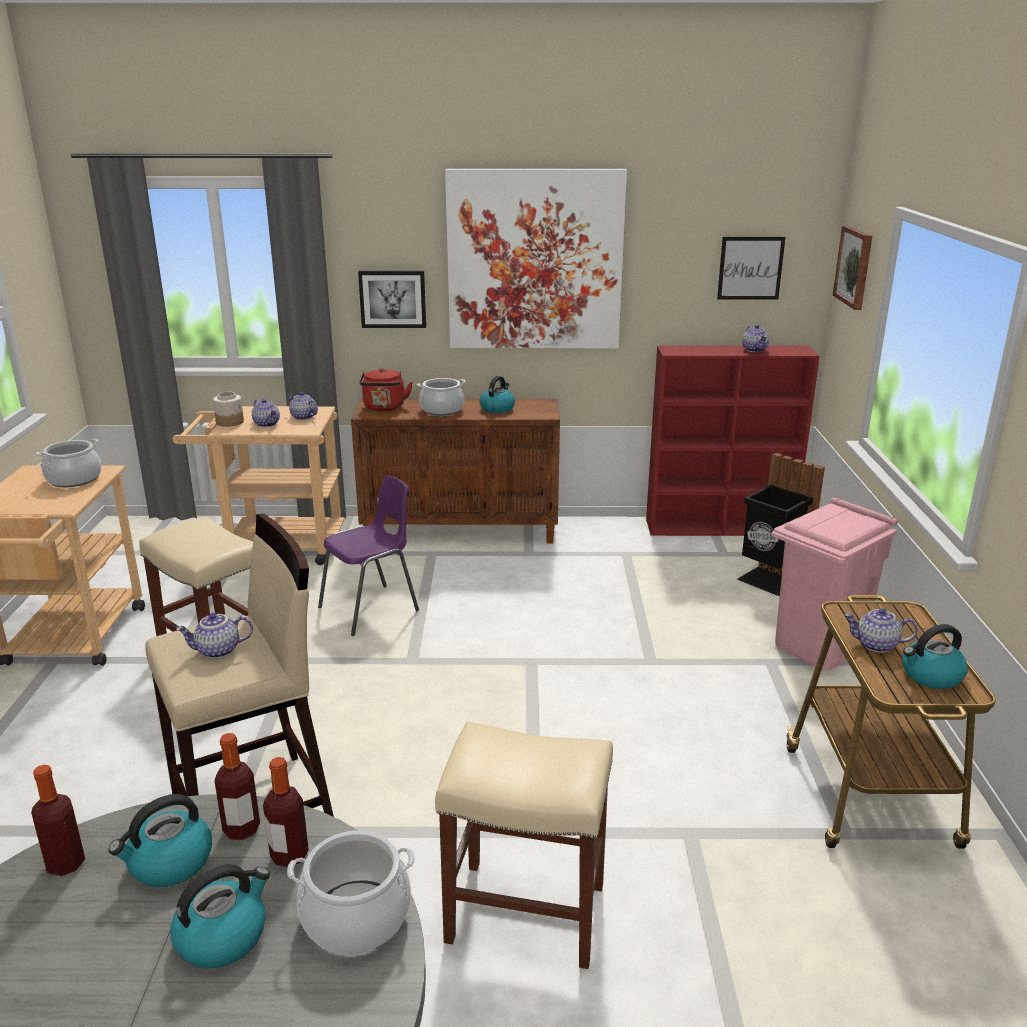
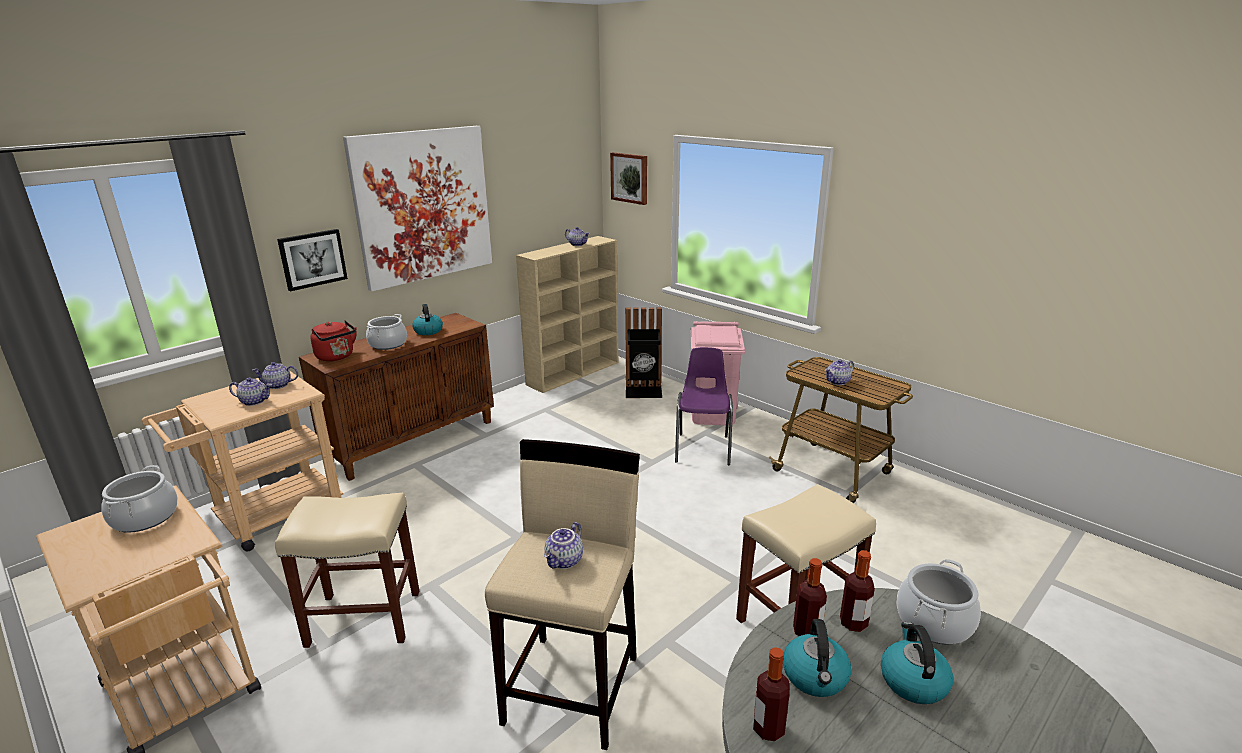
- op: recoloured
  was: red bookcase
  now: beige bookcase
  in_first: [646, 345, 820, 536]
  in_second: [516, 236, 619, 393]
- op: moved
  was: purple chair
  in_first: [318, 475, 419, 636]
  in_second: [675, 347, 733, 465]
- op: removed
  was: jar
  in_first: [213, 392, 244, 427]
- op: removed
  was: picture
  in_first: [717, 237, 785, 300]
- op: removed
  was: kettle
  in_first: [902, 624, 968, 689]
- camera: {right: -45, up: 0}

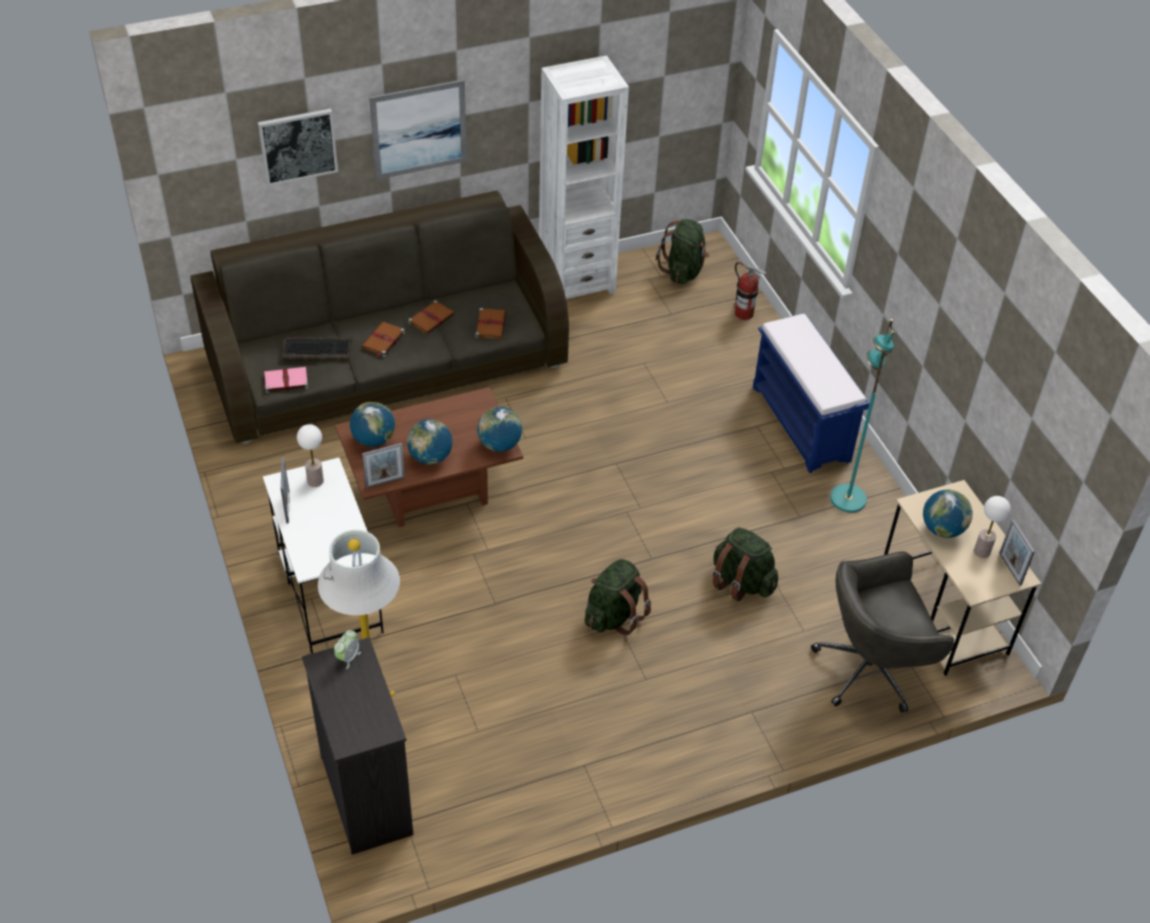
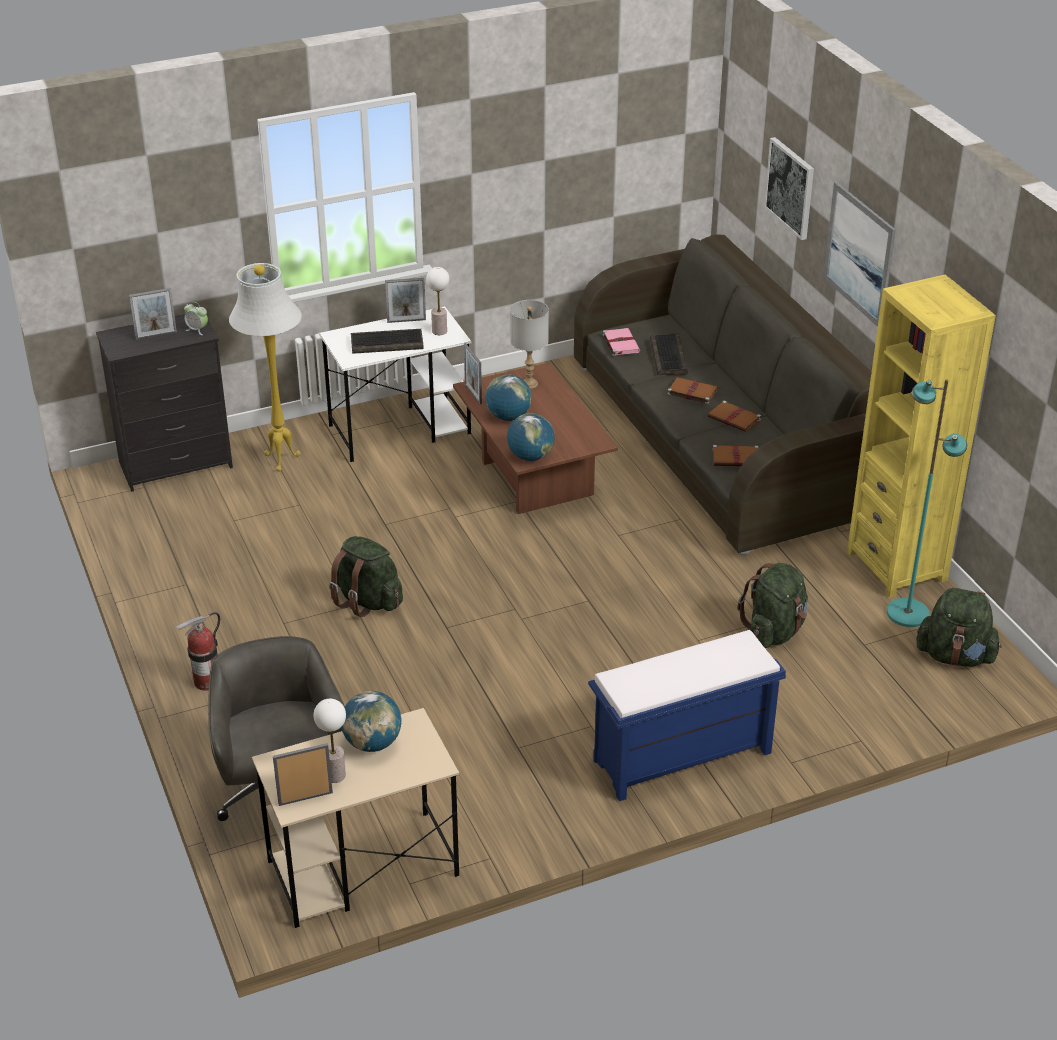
- op: added
  now: picture frame
  in_second: [129, 288, 177, 340]
- op: moved
  was: fire extinguisher
  in_first: [734, 262, 767, 320]
  in_second: [176, 612, 220, 691]
- op: added
  now: keyboard
  in_second: [351, 329, 424, 354]
- op: replaced
  was: globe
  now: grey table lamp
  in_first: [350, 402, 395, 447]
  in_second: [510, 300, 549, 389]
- op: moved
  was: green backpack
  in_first: [712, 527, 778, 601]
  in_second: [737, 563, 808, 648]
- op: recoloured
  was: white bookcase
  now: yellow bookcase
  in_first: [539, 56, 629, 299]
  in_second: [847, 275, 996, 598]
- op: moved
  was: turquoise floor lamp
  in_first: [830, 319, 895, 513]
  in_second: [887, 379, 967, 627]
- camera: {right: 90, up: -10}

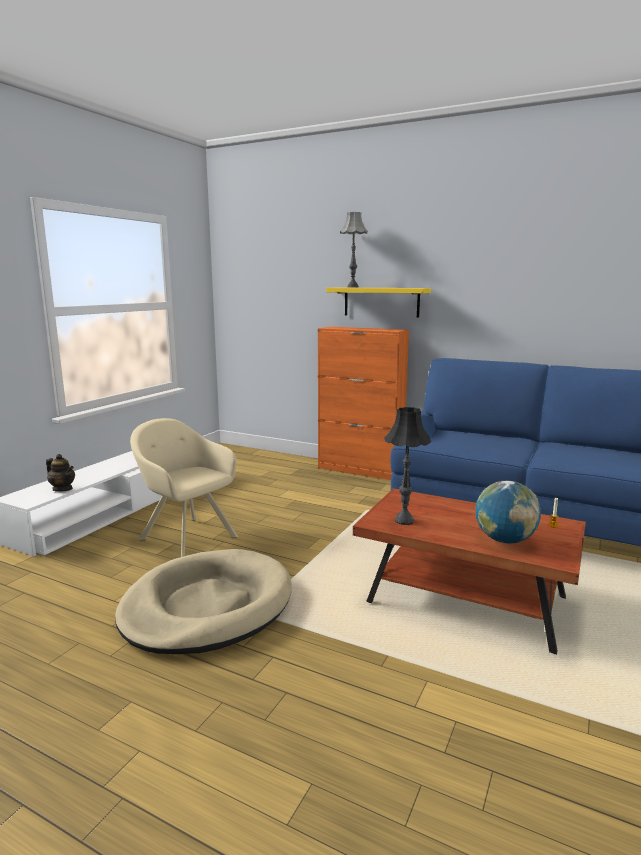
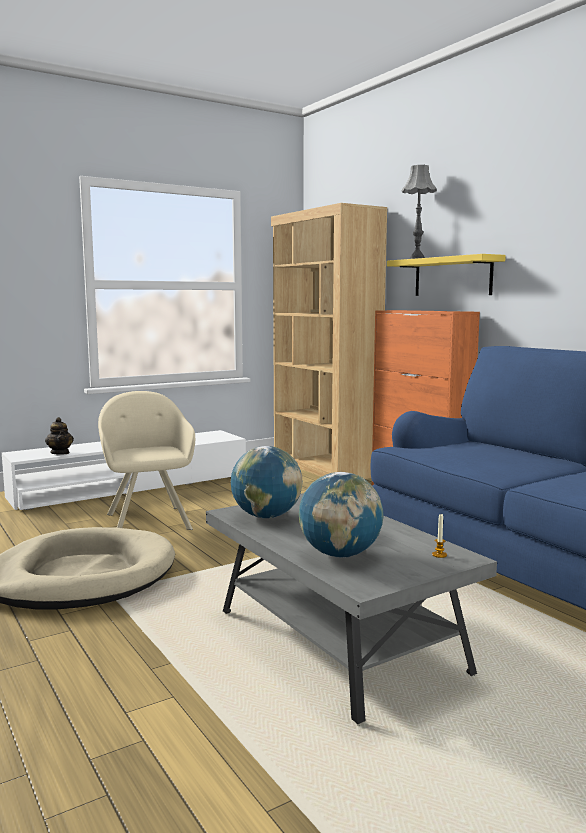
- op: recoloured
  was: brown coffee table
  now: grey coffee table
  in_first: [353, 488, 586, 654]
  in_second: [206, 493, 497, 724]
- op: replaced
  was: black table lamp
  now: globe
  in_first: [384, 407, 431, 525]
  in_second: [231, 446, 302, 518]
- op: added
  now: brown bookcase
  in_second: [271, 203, 387, 479]
- camera: {right: 30, up: -5}

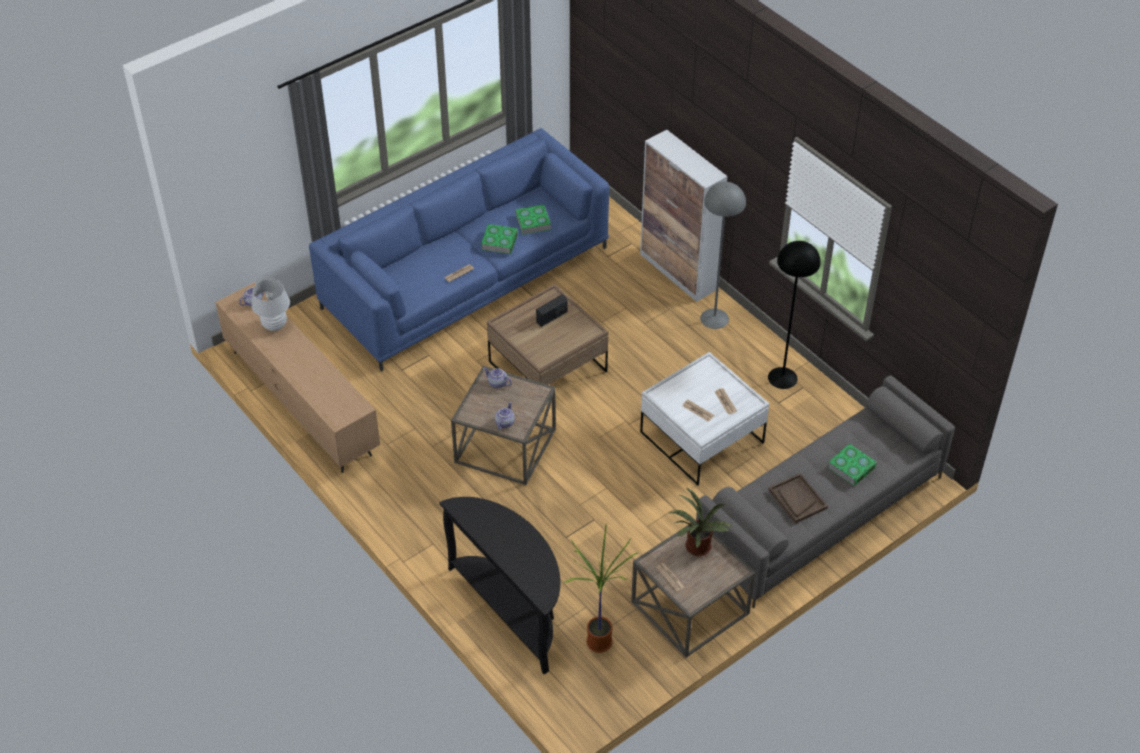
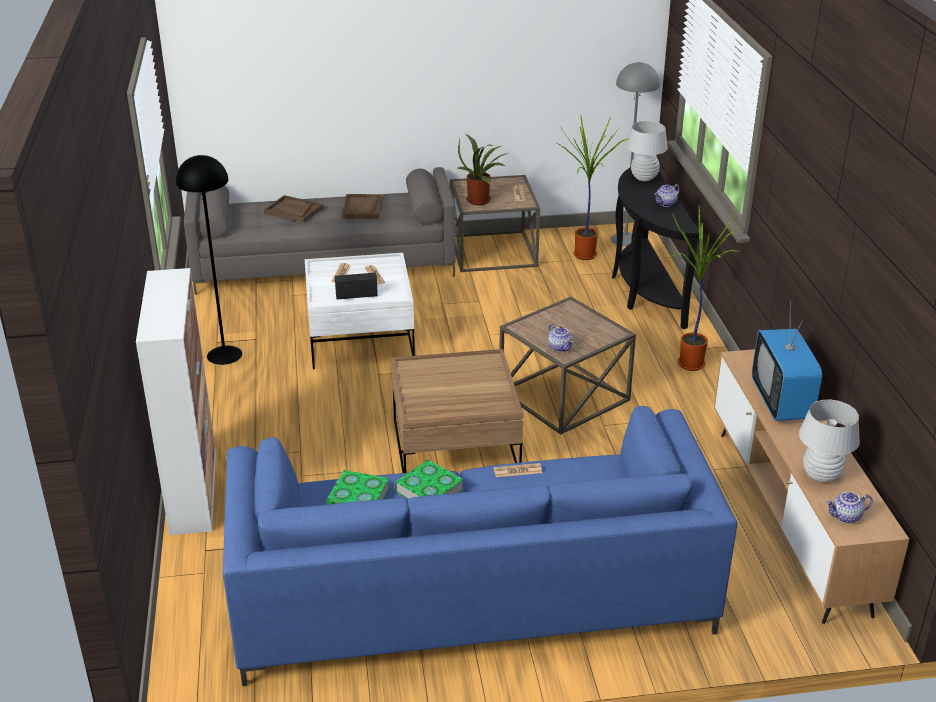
- op: replaced
  was: book
  now: brown tray
  in_first: [828, 444, 877, 486]
  in_second: [264, 195, 323, 223]
- op: moved
  was: radio
  in_first: [536, 295, 568, 327]
  in_second: [335, 273, 378, 299]
- op: moved
  was: grey floor lamp
  in_first: [700, 182, 746, 329]
  in_second: [611, 62, 660, 246]
- op: added
  now: white table lamp
  in_second: [626, 121, 668, 181]
- op: moved
  was: teapot
  in_first: [495, 402, 515, 430]
  in_second: [654, 184, 680, 207]
- op: added
  now: potted plant
  in_second: [670, 206, 739, 371]
- op: added
  now: television
  in_second: [752, 301, 822, 421]
- camera: {right: -150, up: -15}

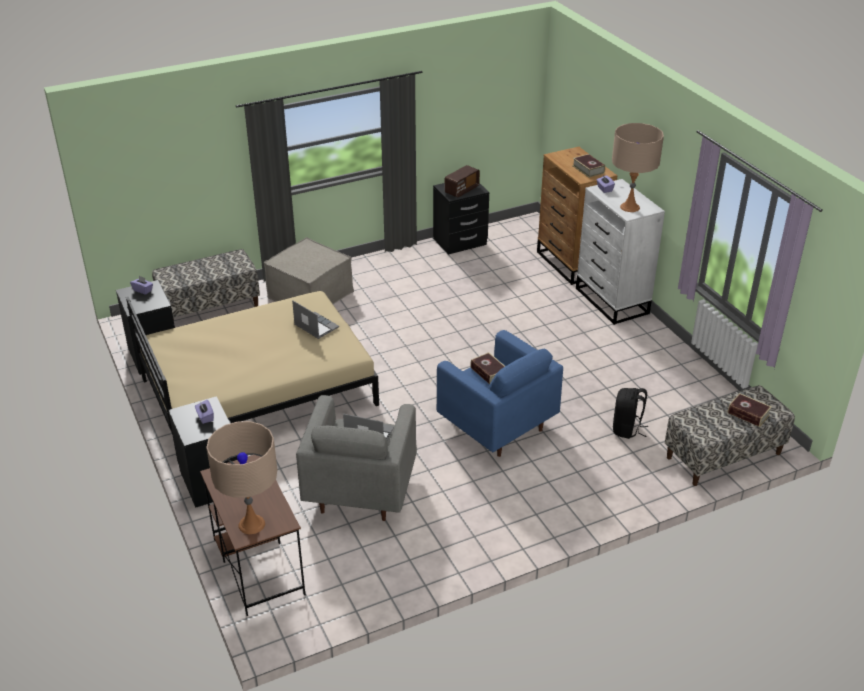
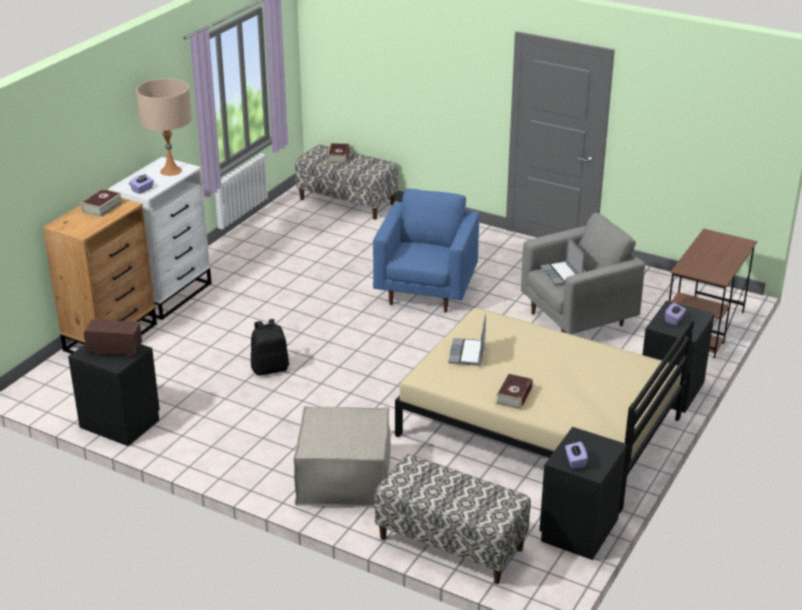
- op: moved
  was: black backpack
  in_first: [613, 388, 648, 439]
  in_second: [251, 319, 289, 376]
- op: moved
  was: book
  in_first: [471, 352, 505, 384]
  in_second: [495, 373, 533, 410]
- op: removed
  was: beige table lamp
  in_first: [206, 421, 277, 534]
- camera: {right: -125, up: -5}

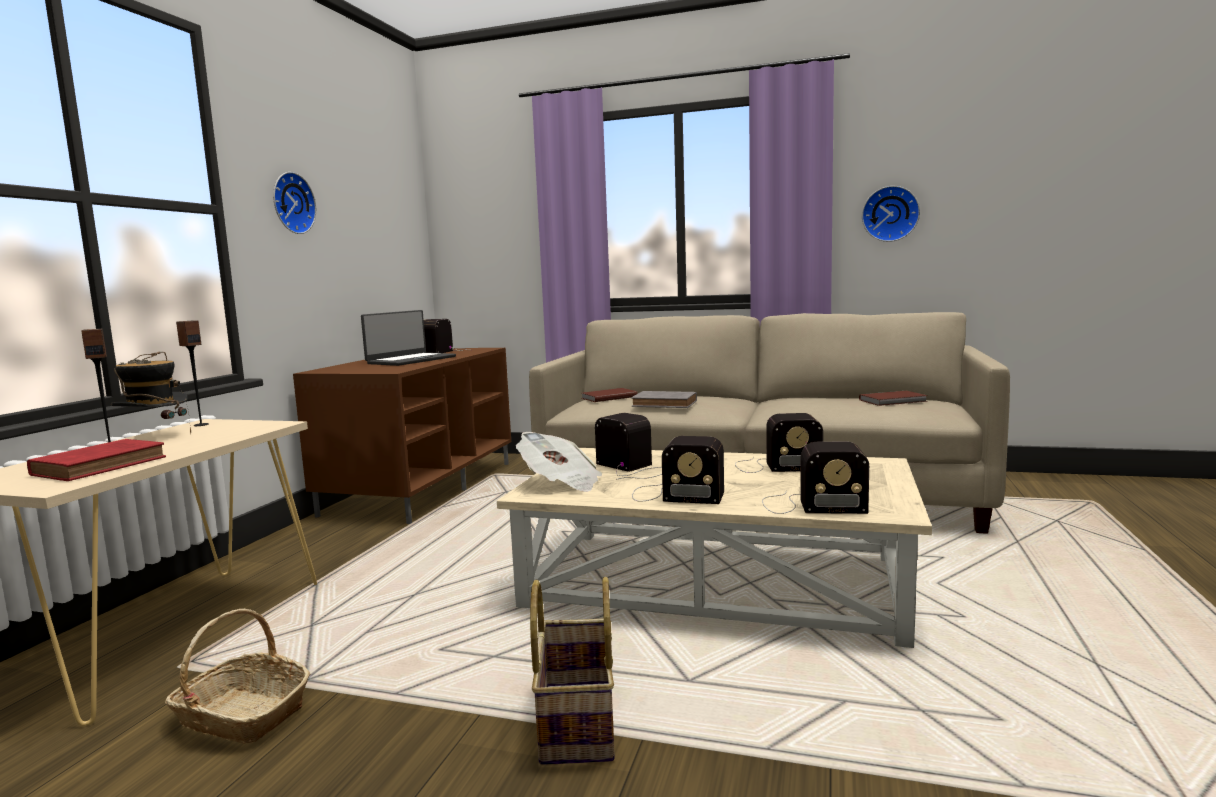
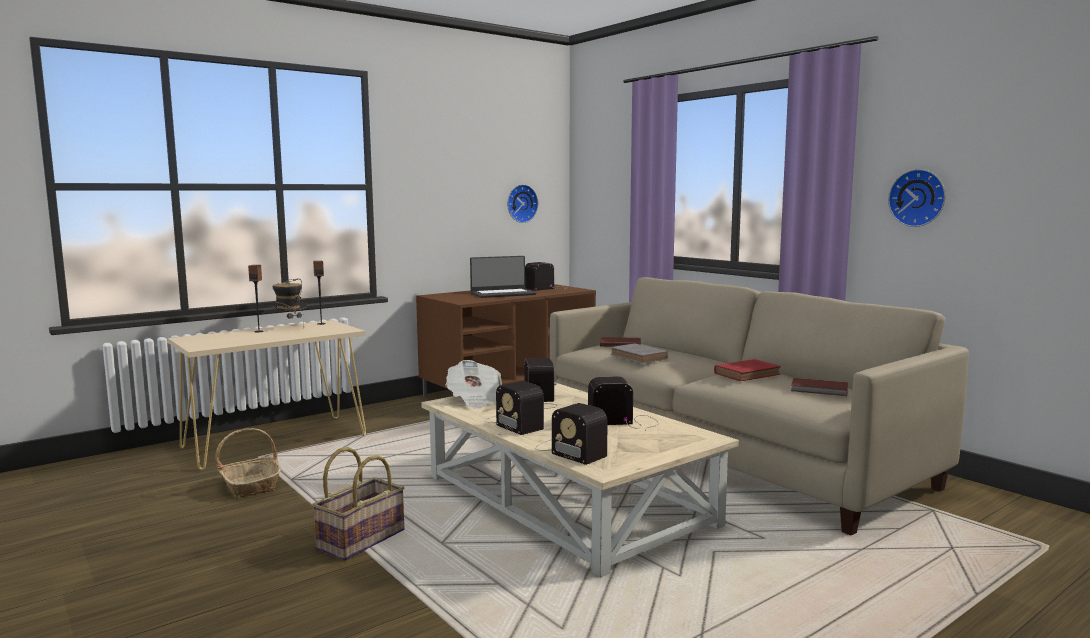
- op: moved
  was: wall clock
  in_first: [273, 172, 316, 234]
  in_second: [507, 184, 538, 223]
- op: turned
  was: radio
  in_first: [735, 413, 823, 473]
  in_second: [588, 376, 659, 431]
  clockwise: 135
- op: moved
  was: red book
  in_first: [27, 439, 166, 481]
  in_second: [714, 359, 781, 381]
- camera: {right: 35, up: 0}

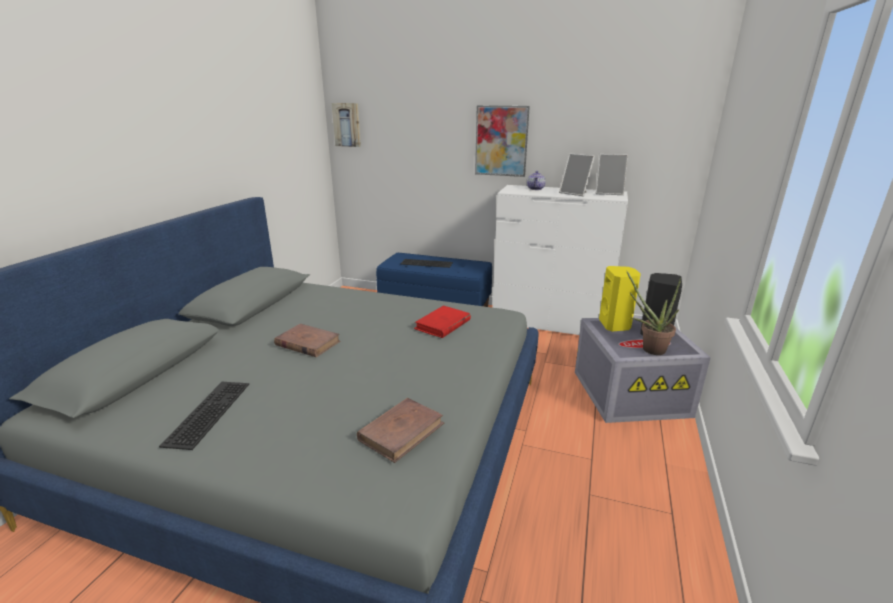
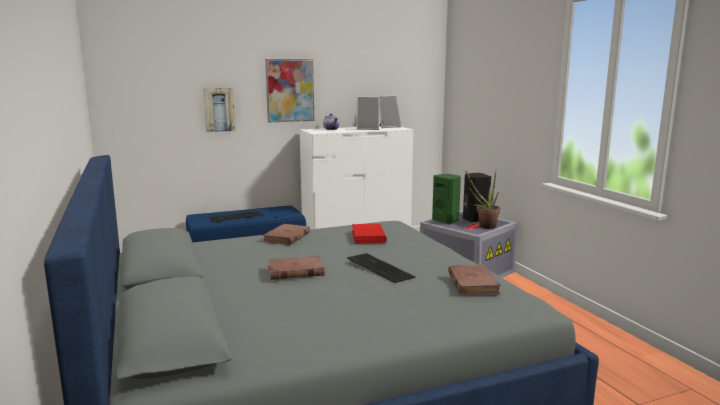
- op: moved
  was: picture
  in_first: [332, 103, 361, 147]
  in_second: [203, 88, 235, 132]
- op: added
  now: brown book
  in_second: [262, 224, 310, 245]
- op: moved
  was: keyboard
  in_first: [159, 382, 249, 450]
  in_second: [347, 253, 415, 283]
- op: recoloured
  was: yellow speaker
  now: green speaker
  in_first: [599, 266, 641, 332]
  in_second: [432, 174, 461, 224]
- camera: {right: -40, up: -10}

